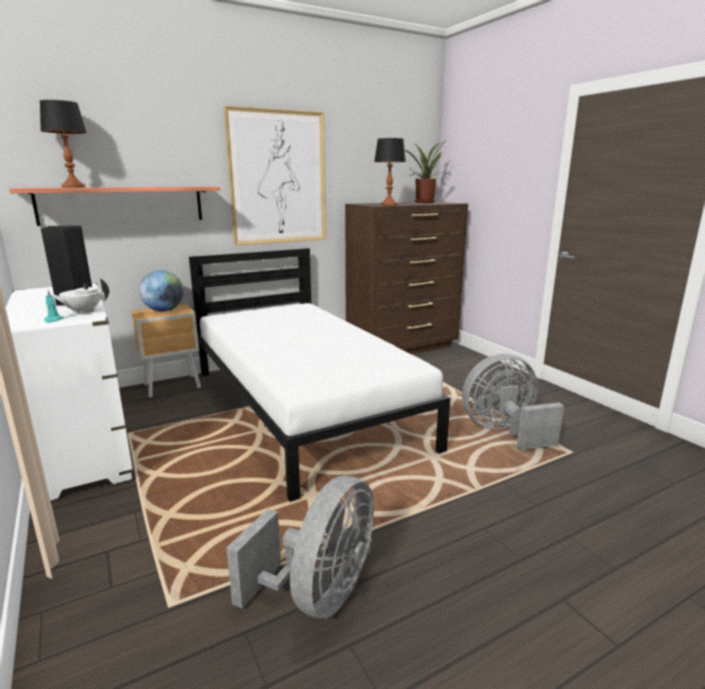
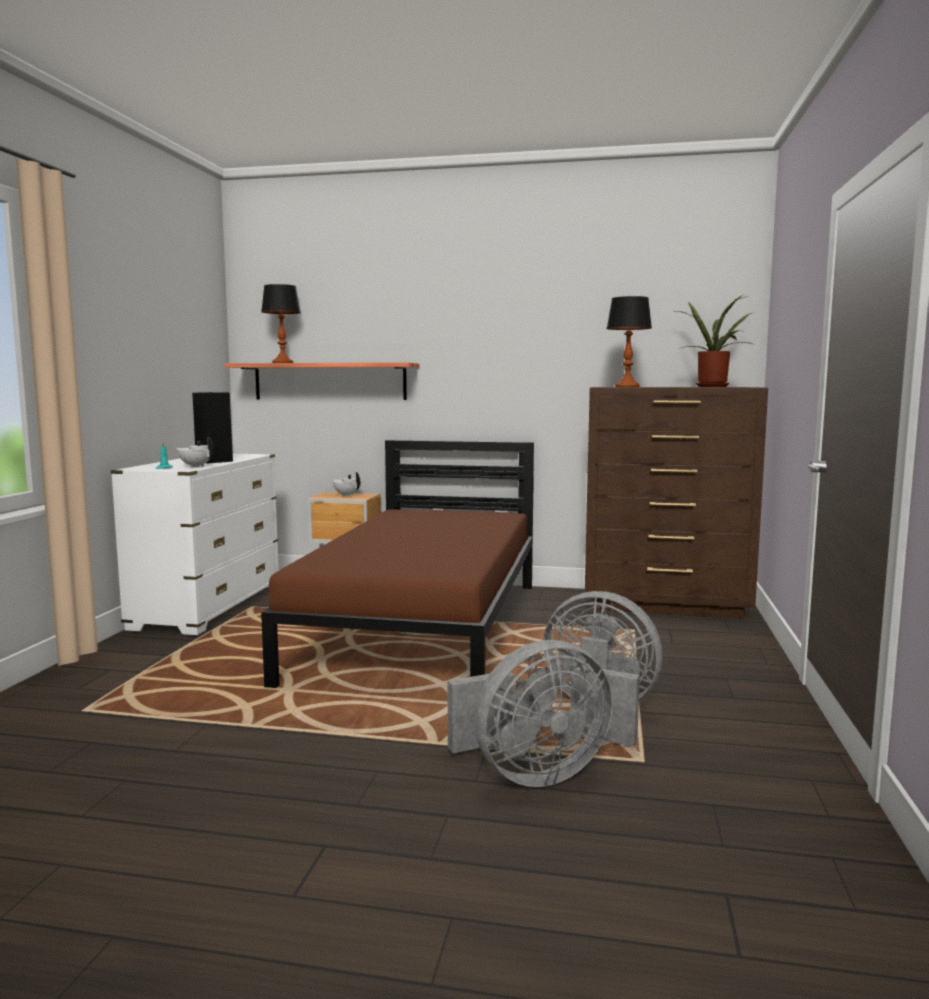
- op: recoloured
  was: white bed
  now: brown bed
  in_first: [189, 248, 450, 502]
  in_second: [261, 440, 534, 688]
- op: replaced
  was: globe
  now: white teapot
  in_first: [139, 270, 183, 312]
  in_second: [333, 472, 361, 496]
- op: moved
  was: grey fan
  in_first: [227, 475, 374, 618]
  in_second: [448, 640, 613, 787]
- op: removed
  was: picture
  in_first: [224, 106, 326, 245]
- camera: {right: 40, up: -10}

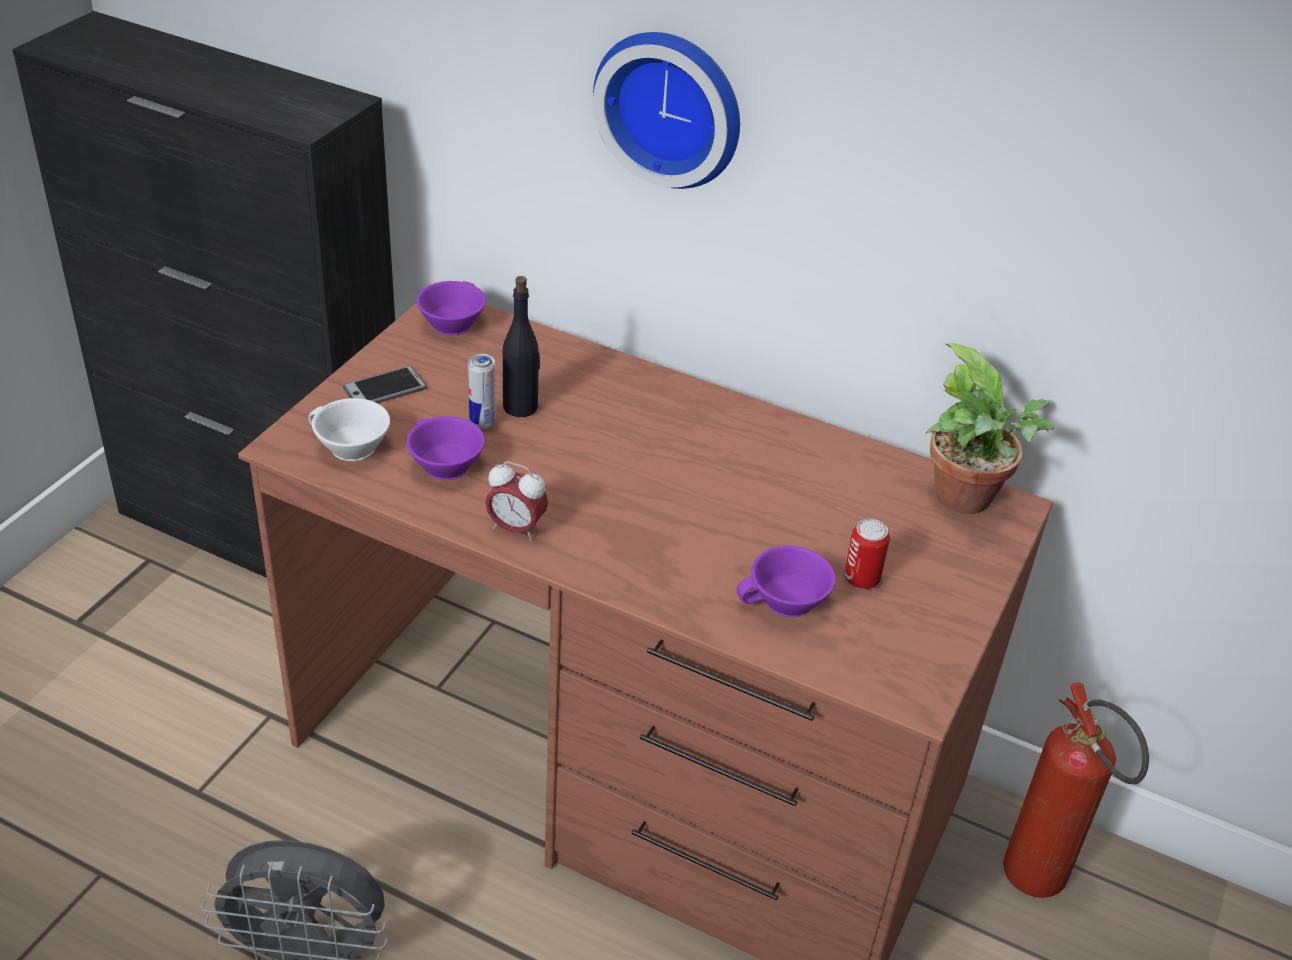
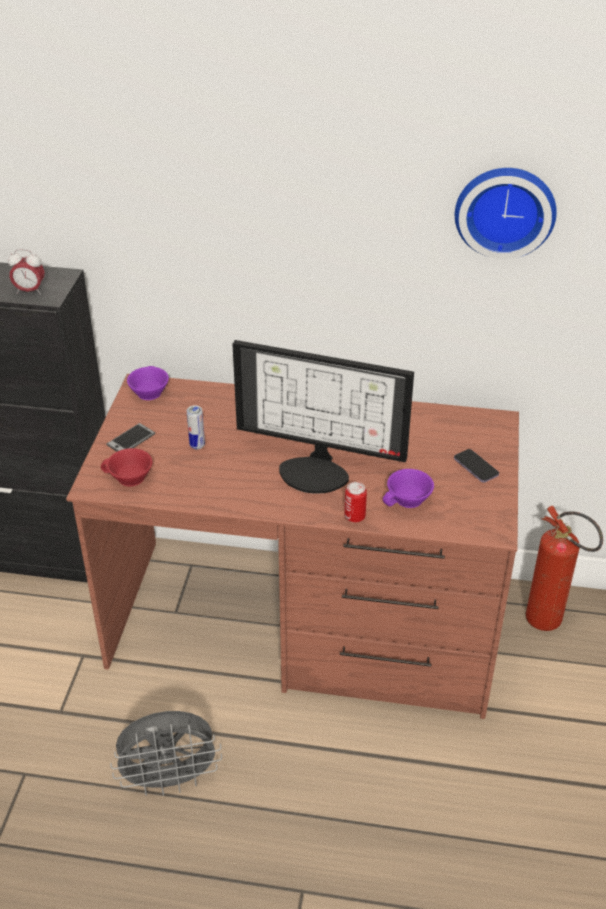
- op: moved
  was: alarm clock
  in_first: [485, 461, 548, 541]
  in_second: [8, 249, 44, 294]
- op: recoloured
  was: white cup
  now: red cup
  in_first: [308, 398, 390, 461]
  in_second: [101, 448, 152, 486]
- op: added
  now: monitor
  in_second: [232, 340, 414, 494]
- op: moved
  was: can
  in_first: [844, 519, 890, 589]
  in_second: [344, 482, 367, 523]
- op: added
  now: phone
  in_second: [454, 449, 499, 482]
- op: moved
  was: wall clock
  in_first: [593, 32, 740, 189]
  in_second: [455, 168, 557, 259]
- op: removed
  was: purple cup
  in_first: [406, 416, 485, 480]
- op: removed
  was: black bottle
  in_first: [503, 276, 540, 417]
- op: removed
  was: potted plant
  in_first: [926, 343, 1055, 514]
- camera: {right: -15, up: 0}

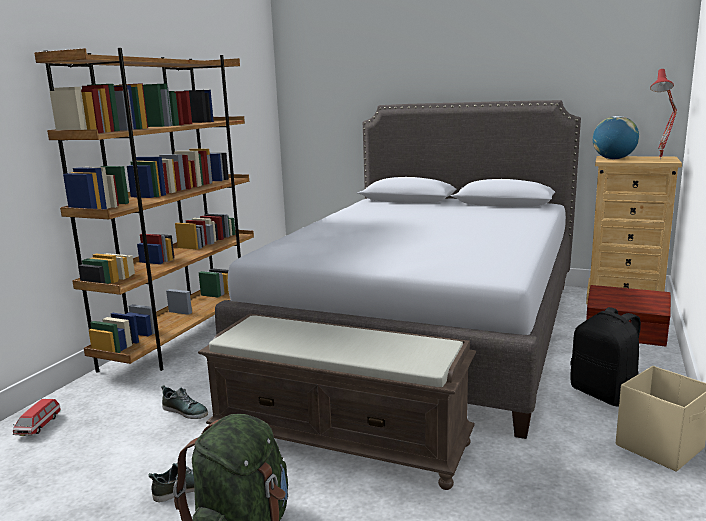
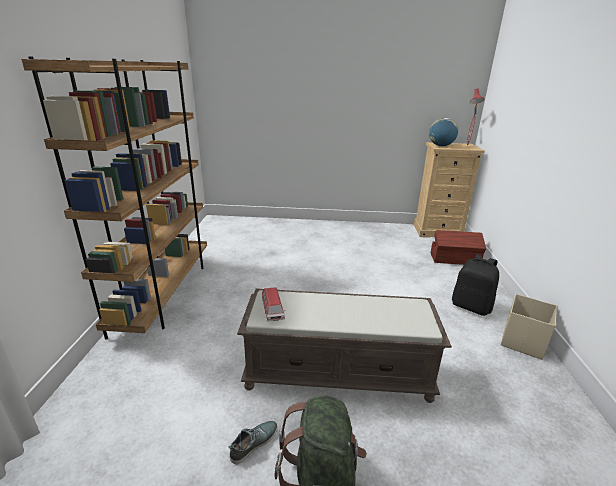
- op: moved
  was: toy car
  in_first: [13, 399, 61, 436]
  in_second: [262, 287, 285, 321]
- op: removed
  was: shoe
  in_first: [161, 385, 208, 419]
- op: removed
  was: grey bed
  in_first: [215, 100, 581, 439]
- camera: {right: -20, up: 10}

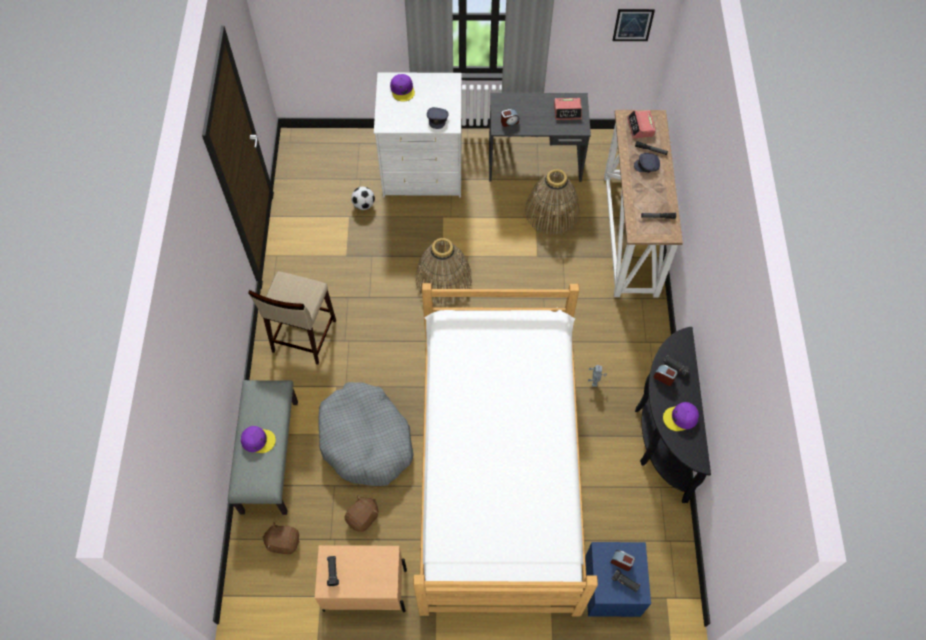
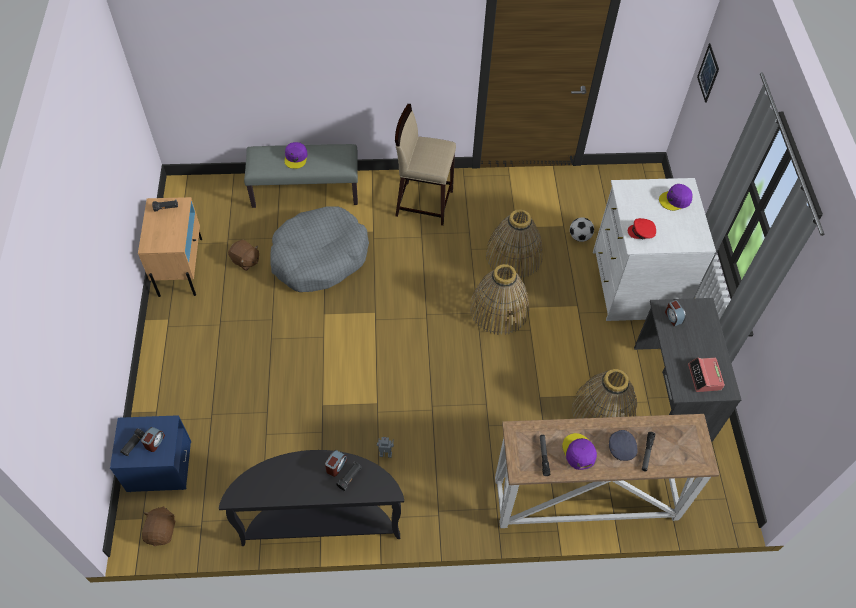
- op: moved
  was: brown plush toy
  in_first: [262, 522, 300, 554]
  in_second: [142, 506, 175, 546]
- op: added
  now: basket
  in_second: [485, 209, 543, 279]
- op: moved
  was: purple cap
  in_first: [663, 402, 699, 431]
  in_second: [562, 433, 597, 470]
- op: recoloured
  was: grey cap
  now: red cap
  in_first: [427, 107, 449, 129]
  in_second: [628, 218, 656, 239]
- op: moved
  was: picture
  in_first: [612, 9, 655, 41]
  in_second: [697, 43, 719, 103]
- op: removed
  was: bed
  in_first: [413, 283, 598, 617]
- op: removed
  was: alarm clock
  in_first: [627, 110, 656, 138]
- camera: {right: 85, up: -5}

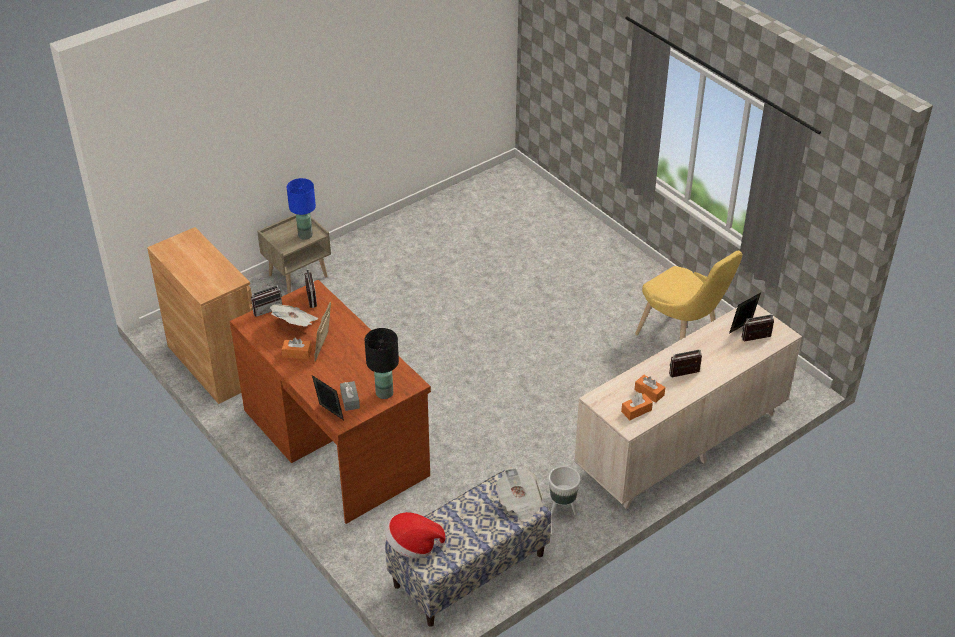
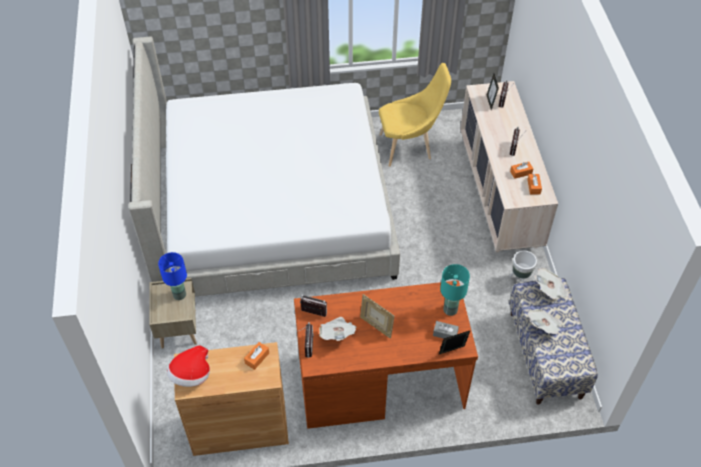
- op: added
  now: bed
  in_second: [128, 37, 400, 297]
- op: moved
  was: hat
  in_first: [385, 512, 445, 559]
  in_second: [167, 345, 210, 387]
- op: moved
  was: orange tissue box
  in_first: [282, 338, 312, 359]
  in_second: [244, 342, 269, 370]
- op: recoloured
  was: black table lamp
  now: turquoise table lamp
  in_first: [365, 328, 399, 399]
  in_second: [440, 264, 470, 316]
- op: added
  now: newspaper
  in_second: [528, 310, 562, 334]
- camera: {right: -60, up: 10}

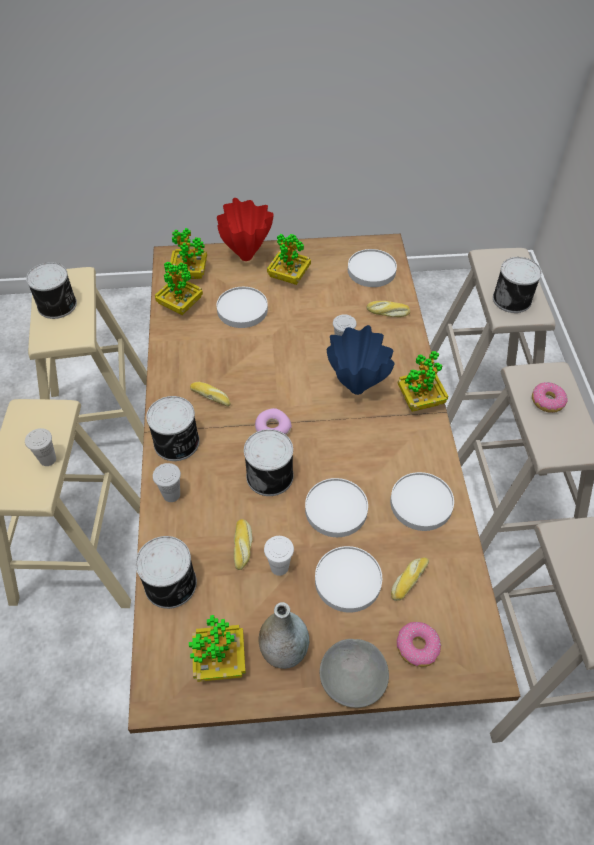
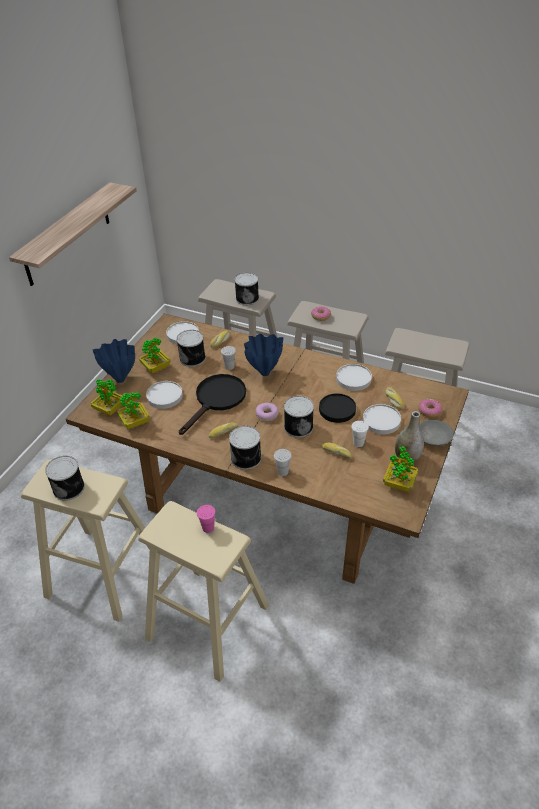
- op: added
  now: shelf
  in_second: [9, 182, 137, 286]
- op: recoloured
  was: red vase
  now: blue vase
  in_first: [217, 198, 274, 261]
  in_second: [93, 339, 135, 383]
- op: moved
  was: can
  in_first: [135, 536, 197, 609]
  in_second: [176, 330, 206, 367]
- op: added
  now: black frying pan
  in_second: [179, 374, 246, 435]
- op: recoloured
  was: white cup
  now: pink cup
  in_first: [25, 428, 56, 466]
  in_second: [197, 505, 216, 533]
- op: recoloured
  was: white plate
  now: black plate
  in_first: [305, 478, 368, 537]
  in_second: [319, 393, 356, 423]
- op: removed
  was: potted plant
  in_first: [397, 351, 448, 412]
- camera: {right: -60, up: -10}

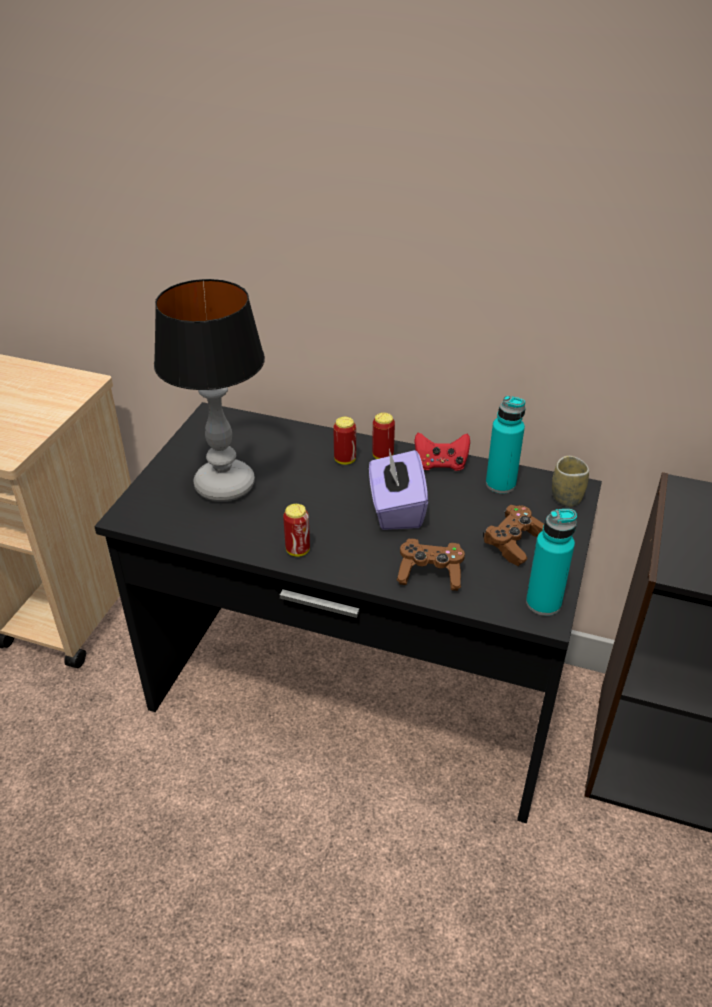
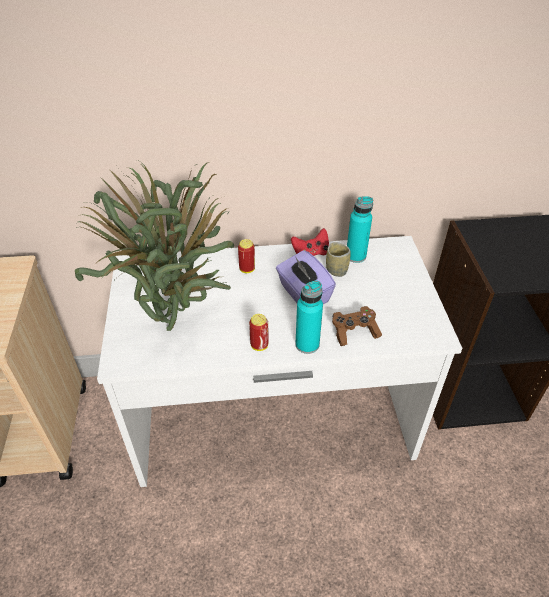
- op: replaced
  was: table lamp
  now: potted plant
  in_first: [154, 279, 265, 502]
  in_second: [75, 160, 234, 331]
- op: recoloured
  was: black desk
  now: white desk
  in_first: [94, 402, 602, 823]
  in_second: [97, 236, 463, 487]
- op: moved
  was: turquoise bottle
  in_first: [526, 509, 577, 616]
  in_second: [295, 281, 323, 354]
- op: moved
  was: cup
  in_first: [552, 456, 589, 507]
  in_second: [326, 242, 351, 277]
- op: removed
  was: can
  in_first: [372, 413, 395, 459]
- op: removed
  was: brown game controller
  in_first: [483, 505, 544, 566]
- camera: {right: -25, up: 5}

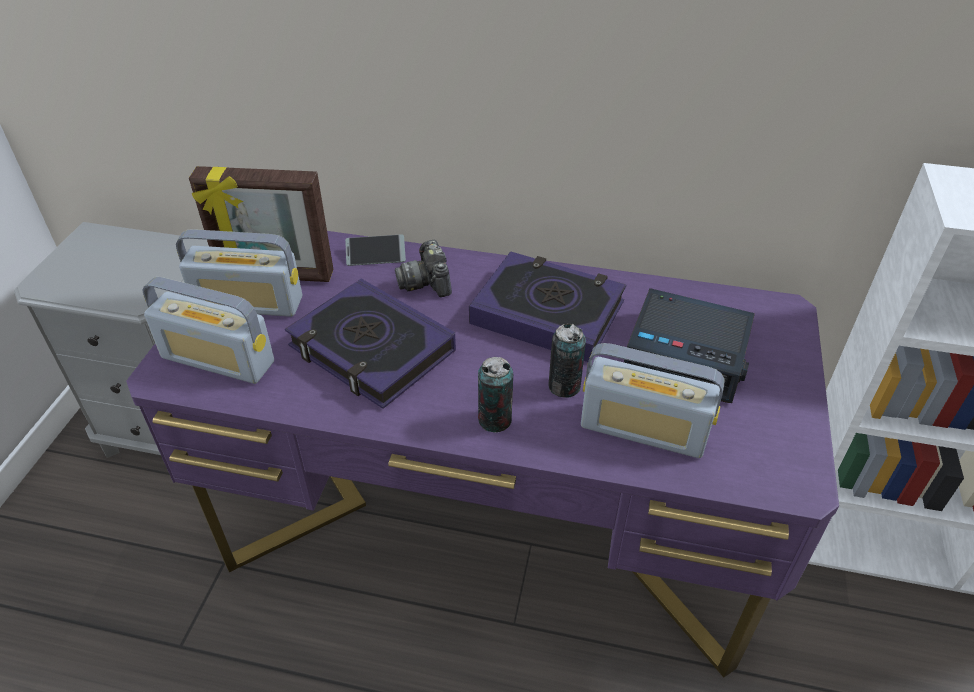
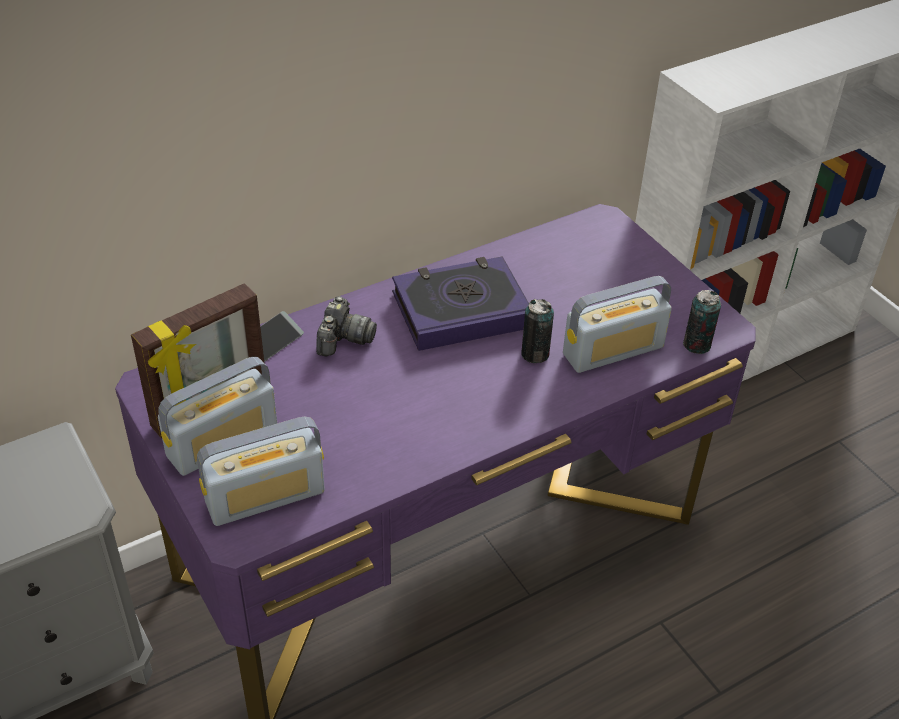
- op: turned
  was: photo camera
  in_first: [395, 240, 452, 297]
  in_second: [316, 296, 377, 356]
  clockwise: -105
- op: moved
  was: can
  in_first: [478, 357, 513, 433]
  in_second: [683, 290, 721, 354]
- op: removed
  was: book
  in_first: [285, 278, 456, 409]
- op: removed
  was: alarm clock
  in_first: [624, 288, 755, 403]
- camera: {right: -45, up: 0}

